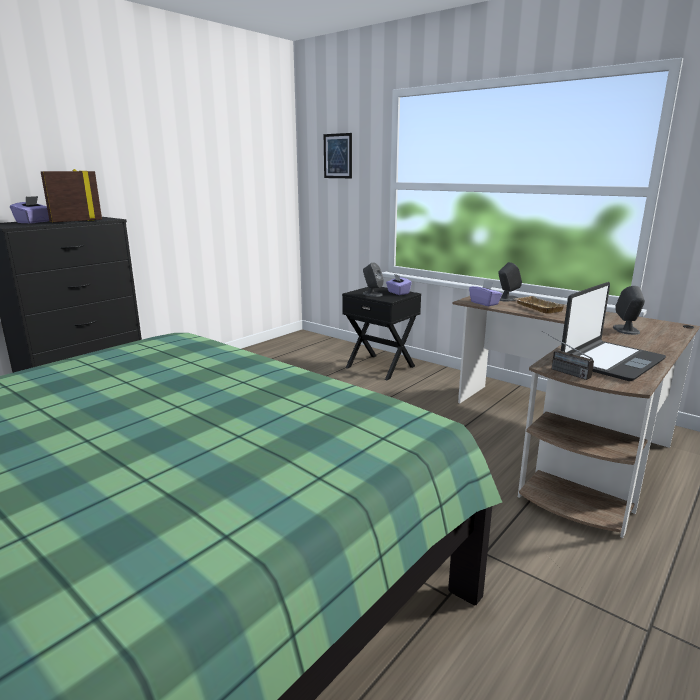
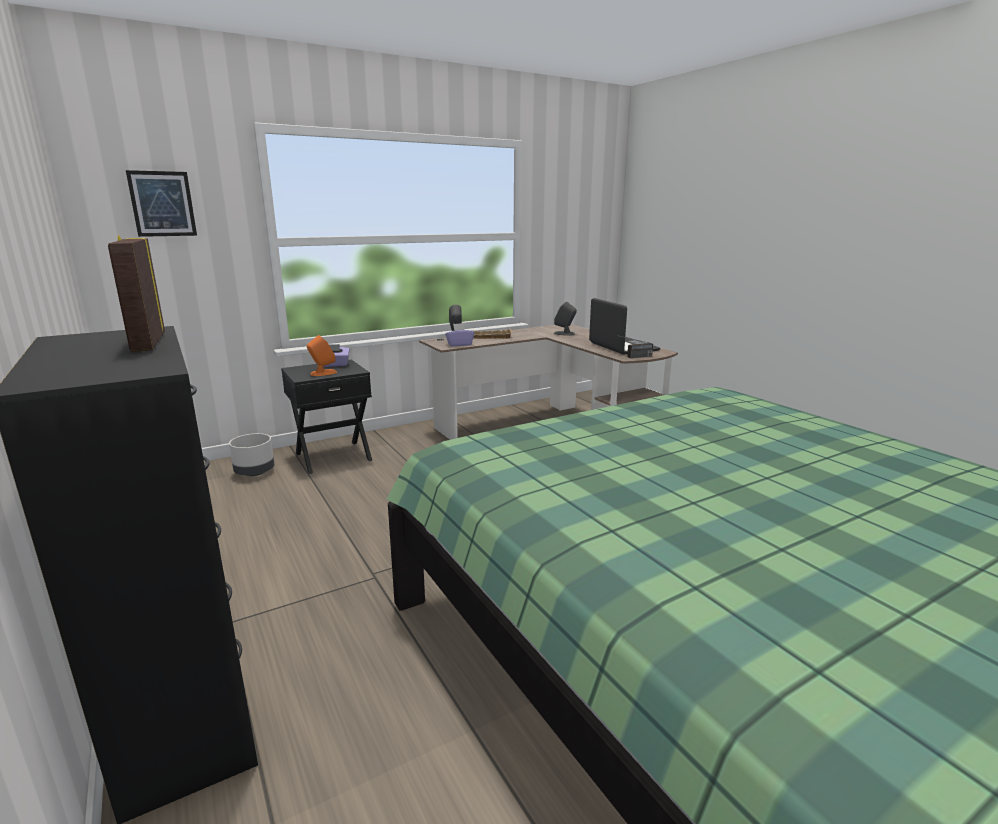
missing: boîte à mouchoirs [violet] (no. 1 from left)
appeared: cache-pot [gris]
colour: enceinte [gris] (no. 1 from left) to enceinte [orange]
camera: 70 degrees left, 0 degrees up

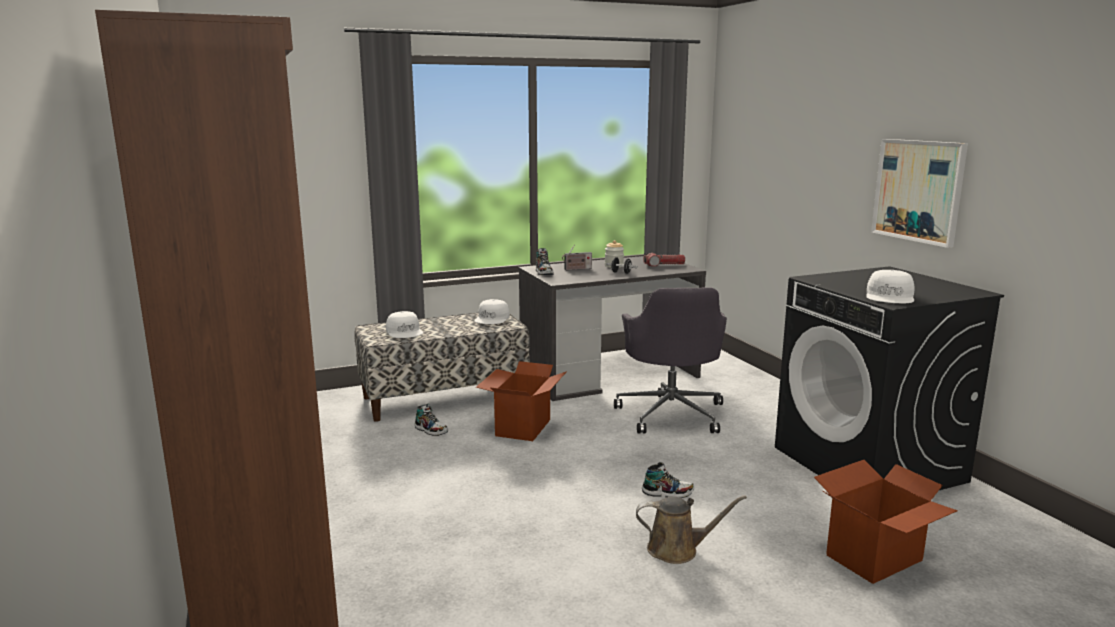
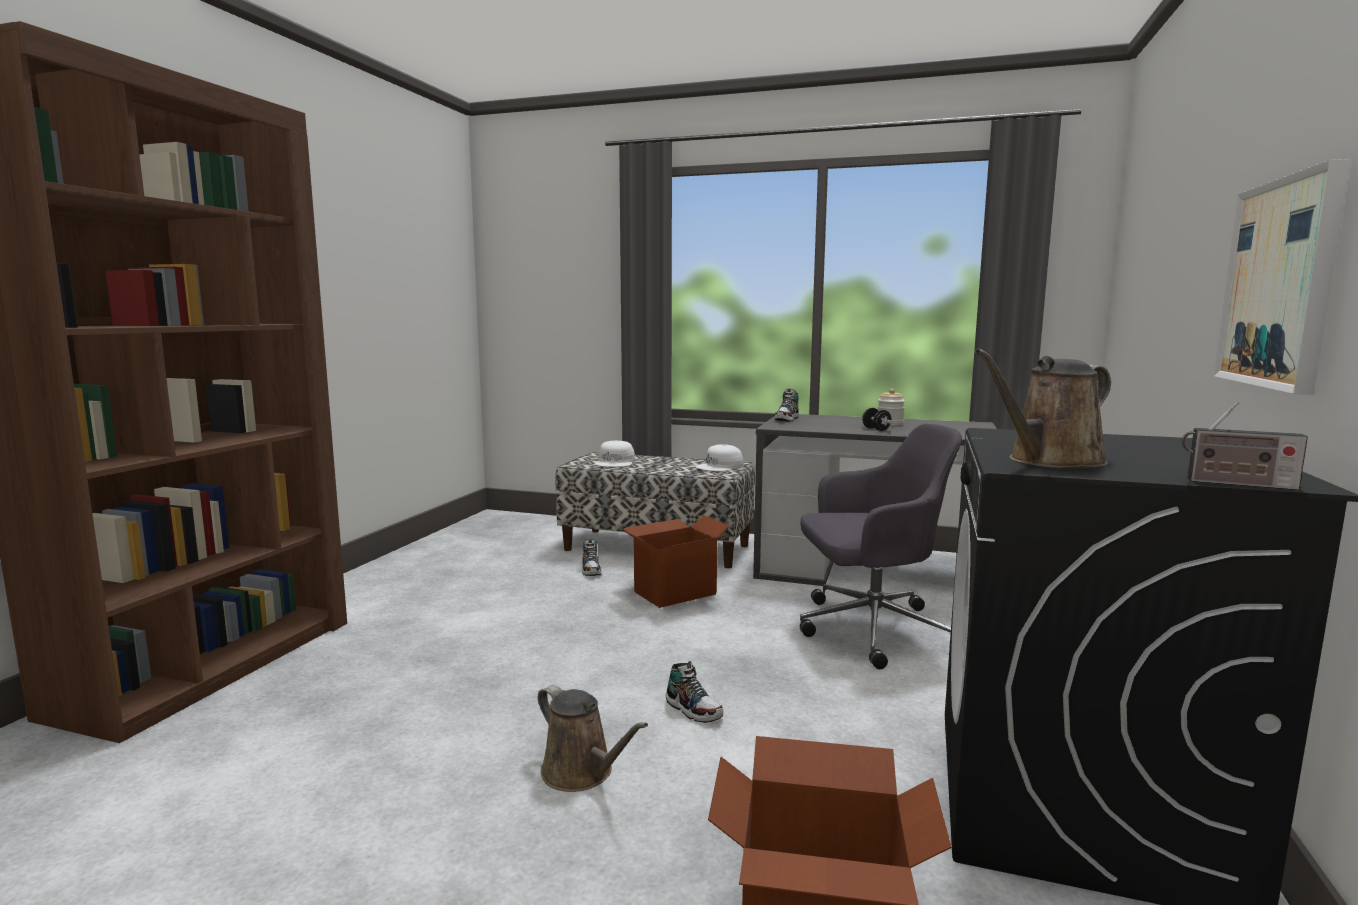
missing: lampe de poche
relocated: radio
exchanged: casquette [blanc] (no. 3 from left) to arrosoir [marron] (no. 2 from left)
spun: chaise de bureau [gris] 135 degrees counterclockwise
camera: 40 degrees right, 5 degrees down

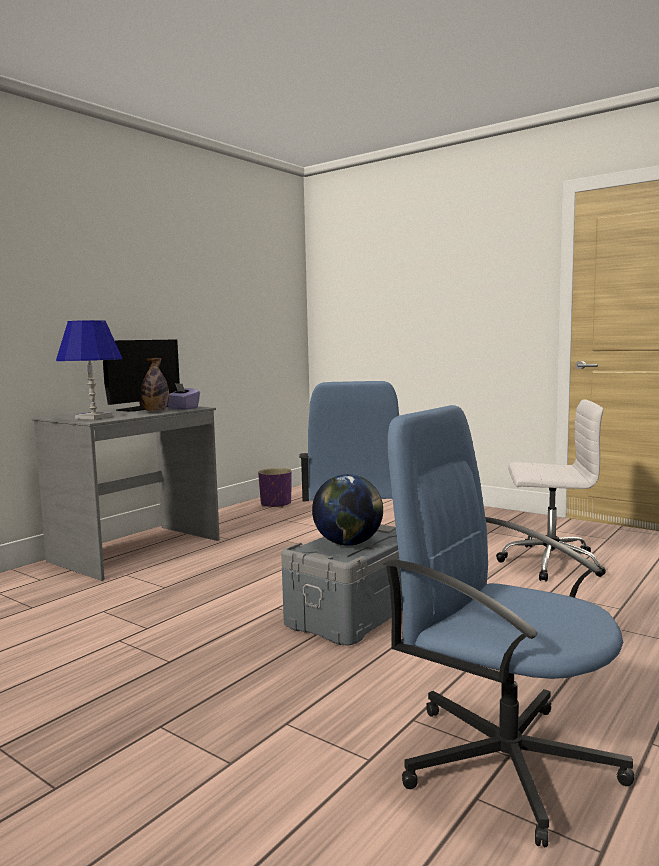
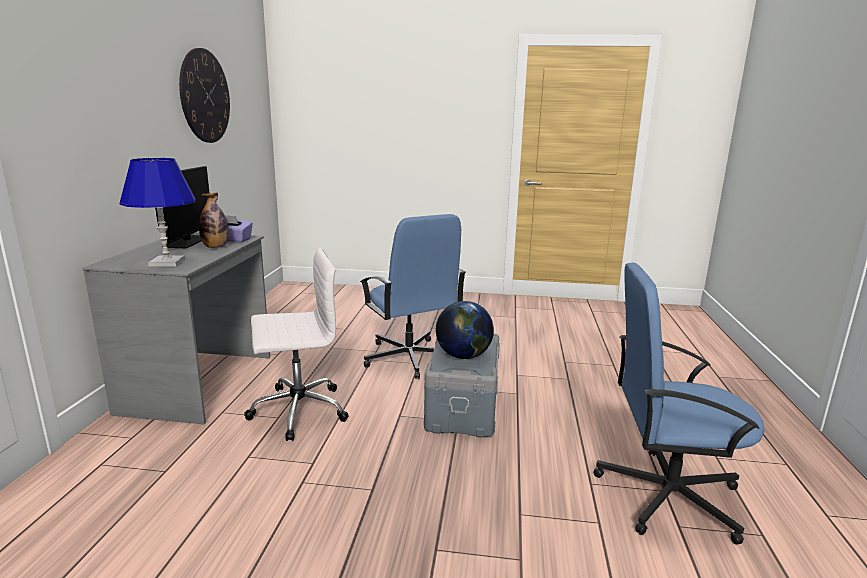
missing: cache-pot [violet]
appeared: horloge murale
relocated: chaise de bureau [blanc]
camera: 30 degrees left, 10 degrees up

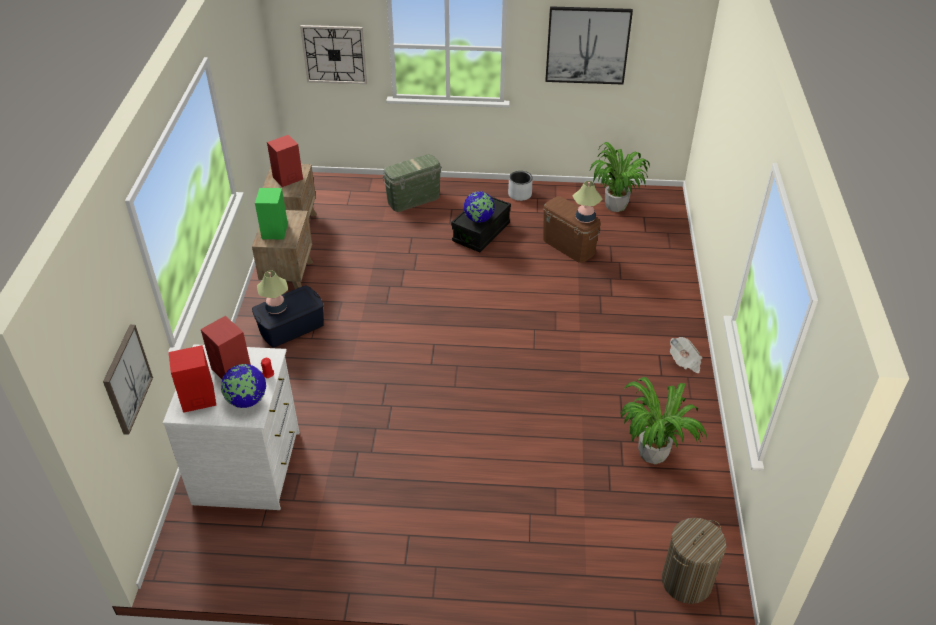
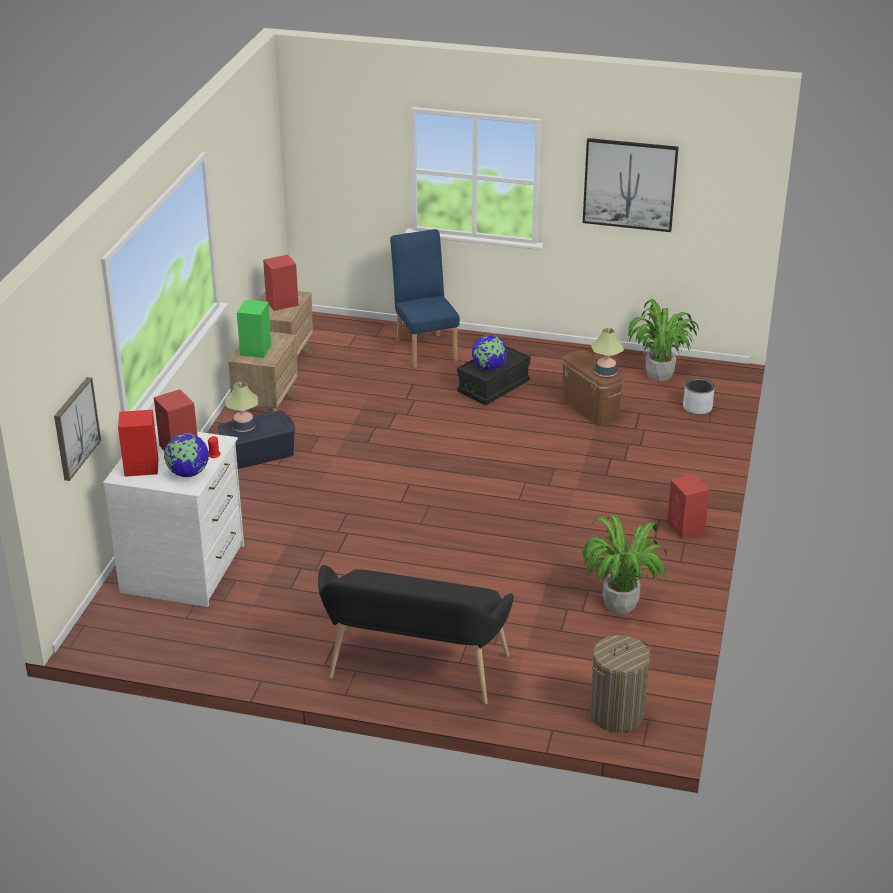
missing: horloge murale
appeared: banc [noir]
relocated: cache-pot [gris]
exchanged: boîte de rangement [vert] to chaise [bleu]; journal to enceinte [rouge] (no. 4 from left)
camera: 10 degrees right, 10 degrees down

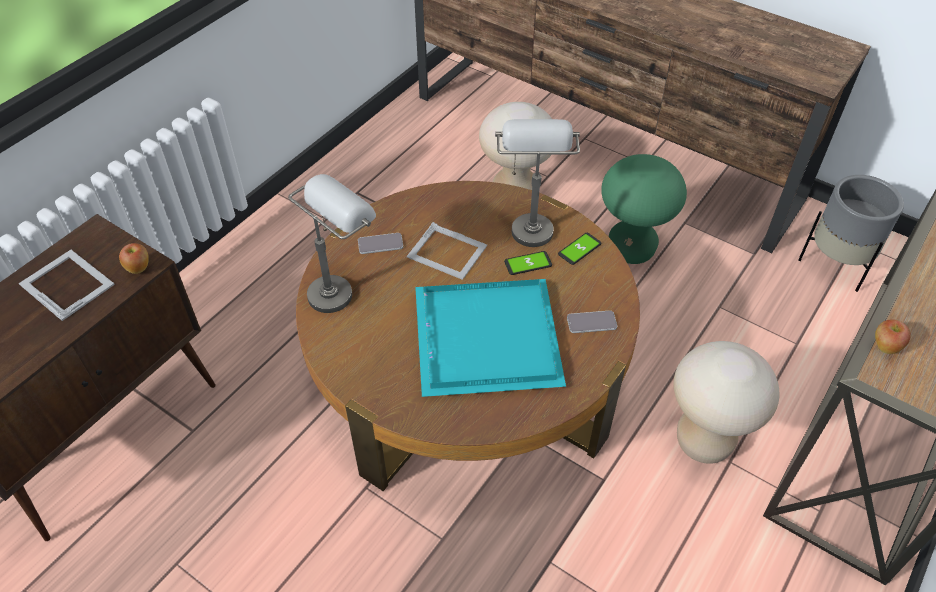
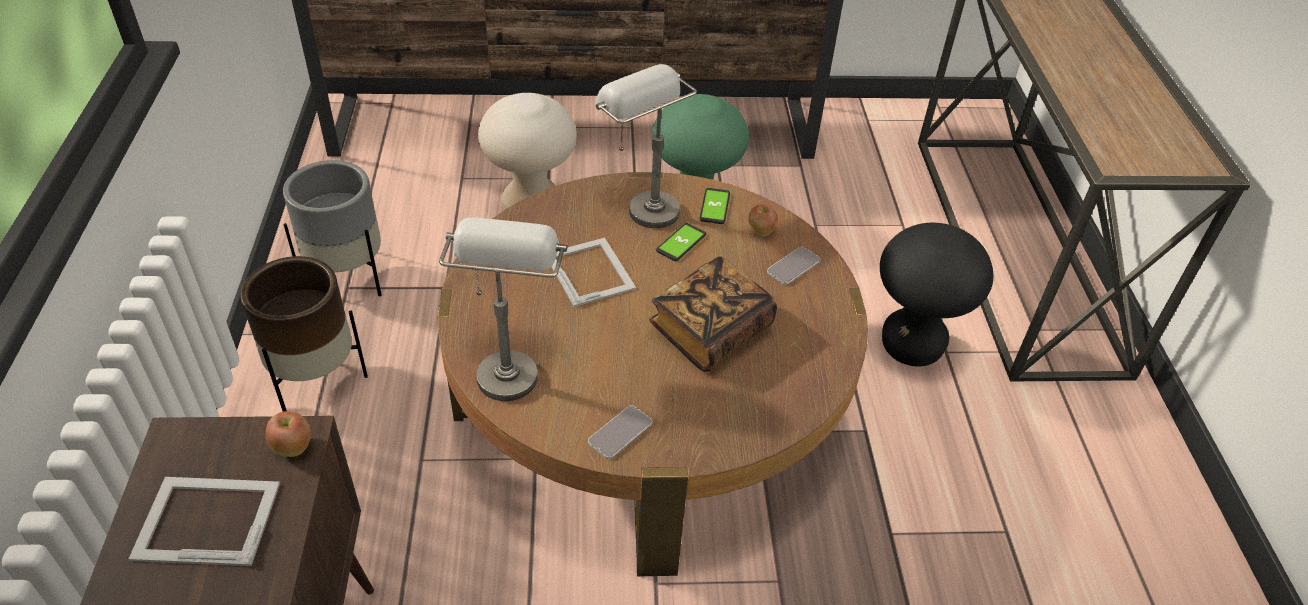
appeared: cache-pot [marron]
relocated: téléphone (no. 1 from left); cache-pot [gris]; pomme (no. 2 from left)
exchanged: plateau [turquoise] to livre
colour: tabouret [beige] (no. 2 from left) to tabouret [noir]
spun: cadre photo (no. 2 from left) 105 degrees counterclockwise
camera: 40 degrees left, 5 degrees down

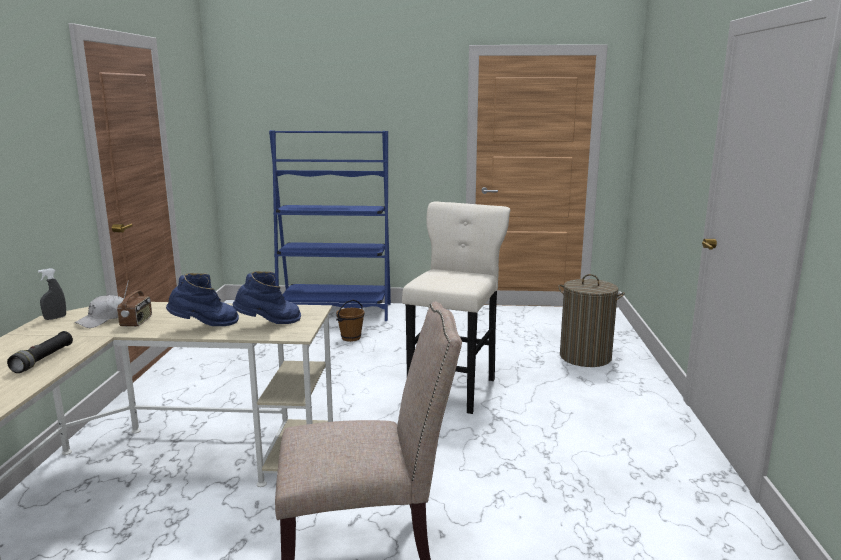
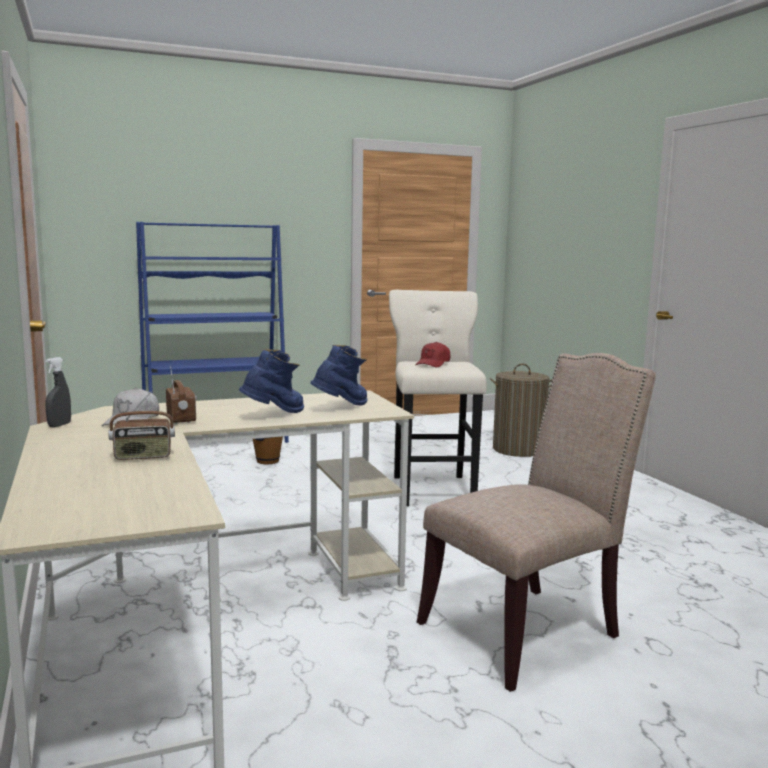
appeared: casquette [rouge]
exchanged: lampe de poche [noir] to radio (no. 1 from left)
camera: 25 degrees left, 5 degrees down

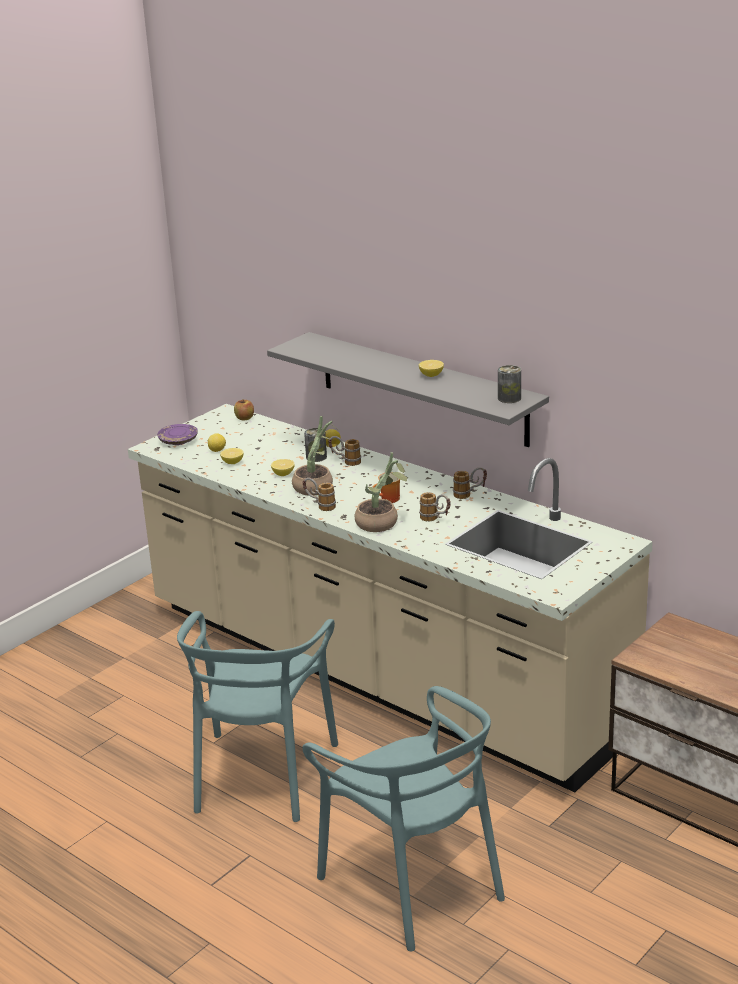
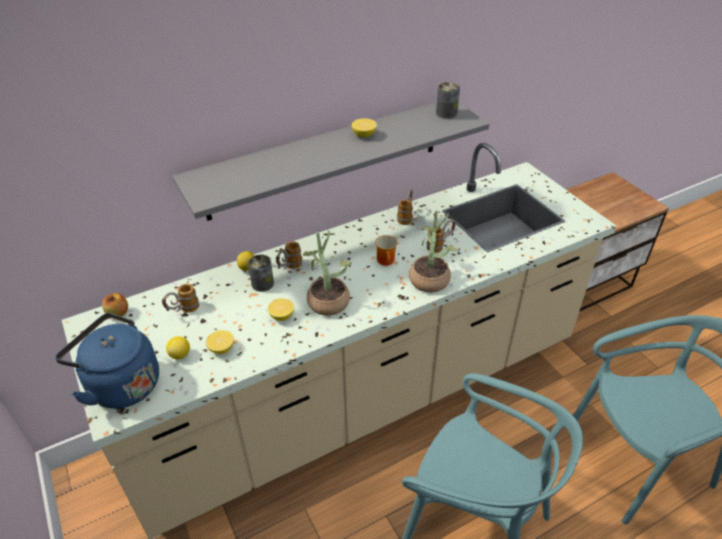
relocated: mug (no. 1 from left)
exchanged: assiette [violet] to bouilloire [bleu]
camera: 70 degrees left, 15 degrees up

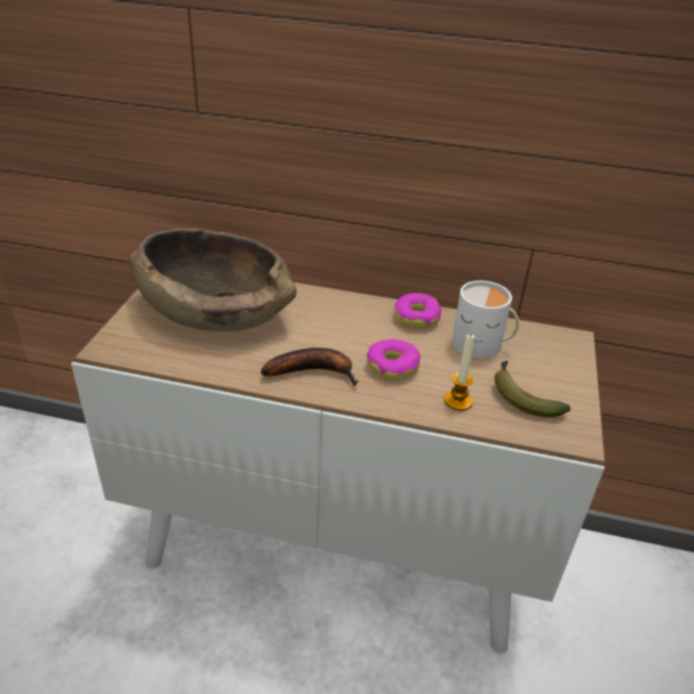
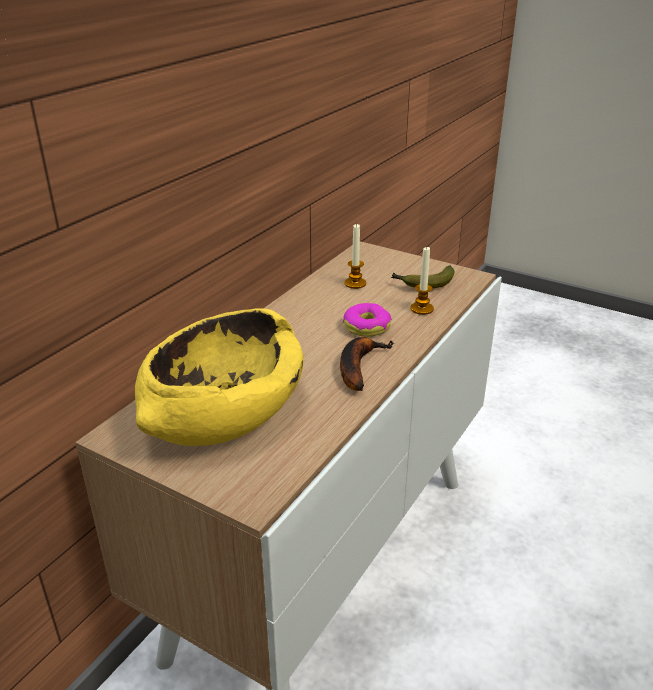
missing: beignet (no. 2 from left)
exchanged: mug [blanc] to bougie (no. 1 from left)
colour: bol [marron] to bol [jaune]
camera: 70 degrees left, 5 degrees down

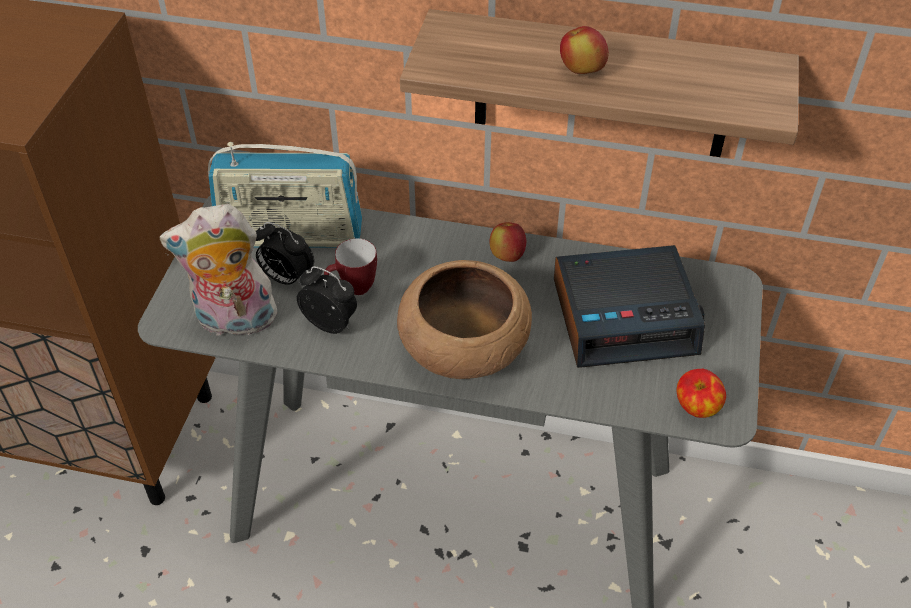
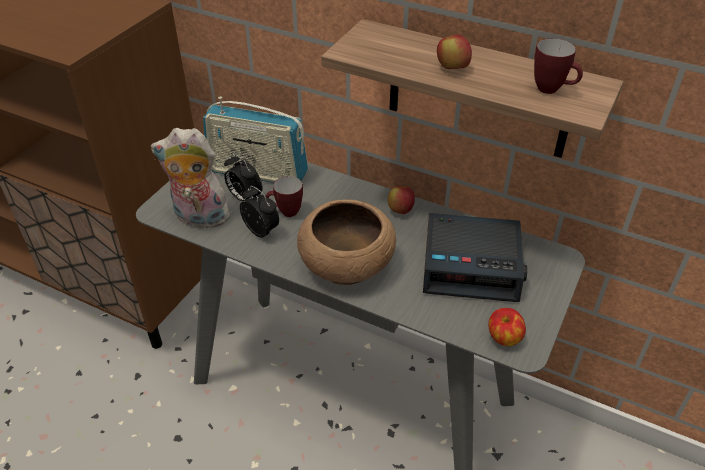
appeared: mug (no. 2 from left)
camera: 15 degrees right, 5 degrees down

